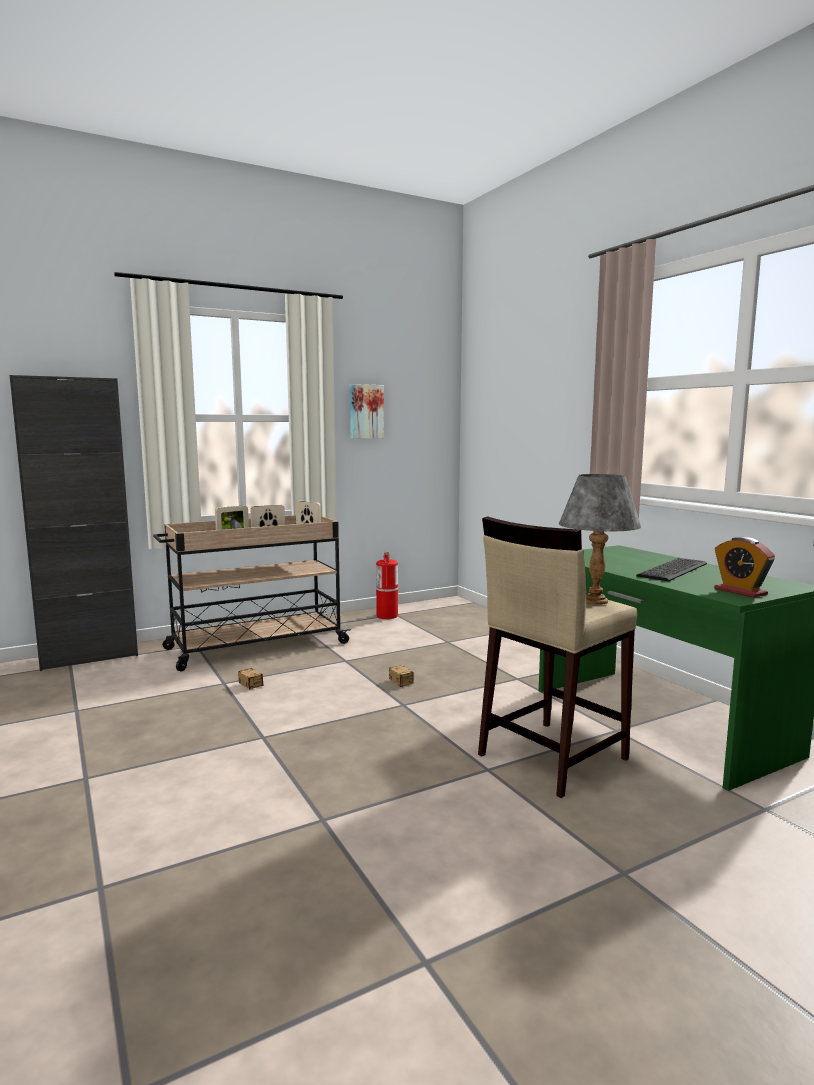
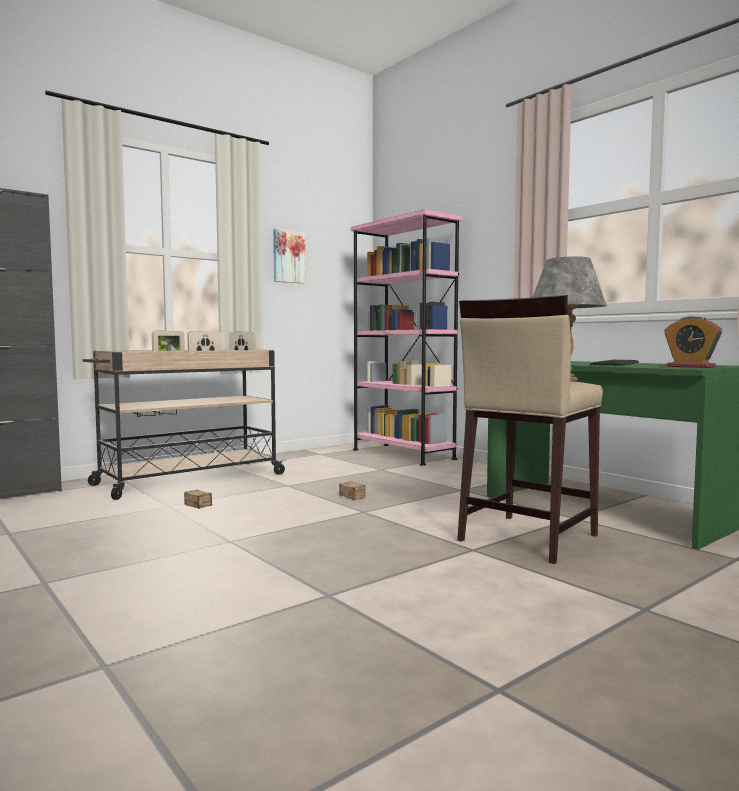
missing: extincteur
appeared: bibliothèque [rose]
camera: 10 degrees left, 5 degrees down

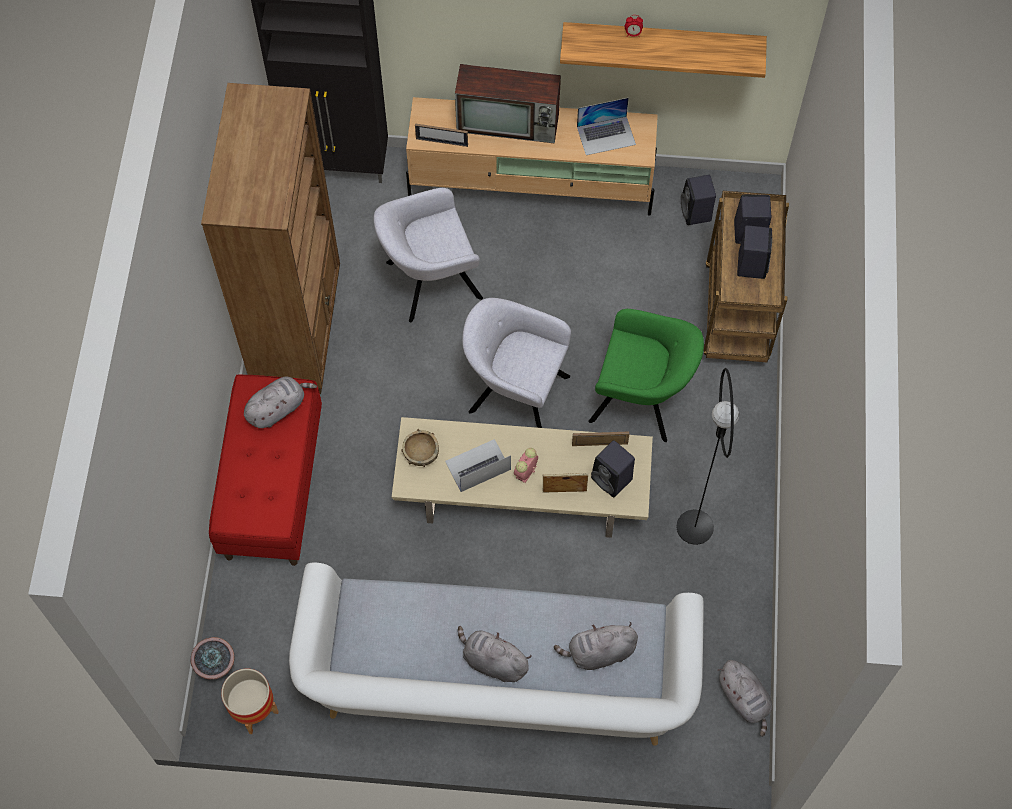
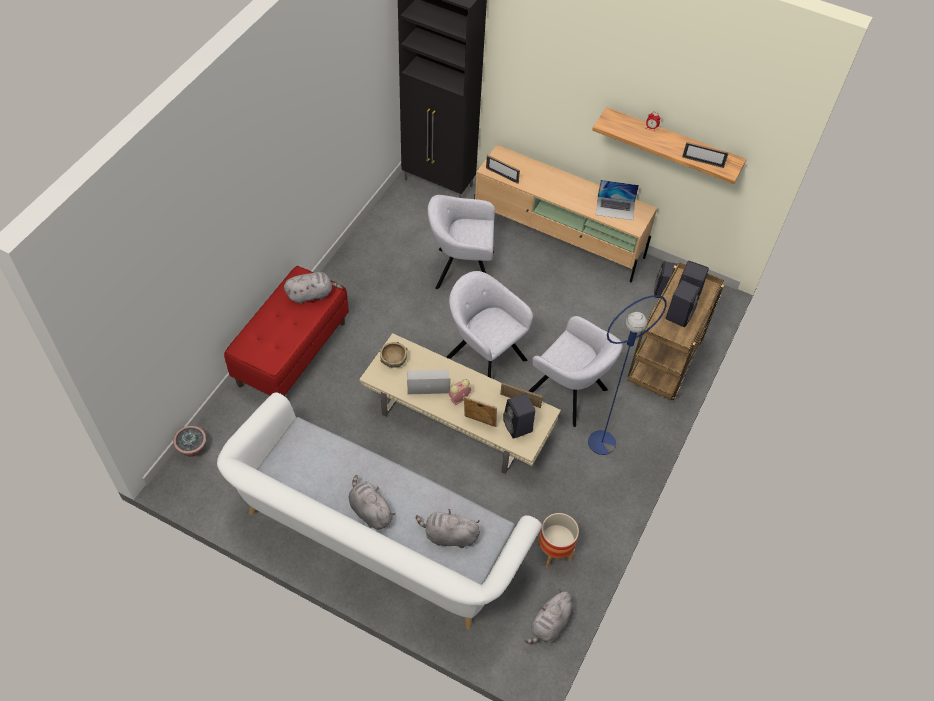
missing: bibliothèque [marron]; téléviseur; lampadaire [noir]
appeared: lampadaire [bleu]; cadre photo (no. 4 from left)
relocated: cache-pot
colour: fauteuil [vert] to fauteuil [gris] (no. 3 from left)
spun: peluche [gris] (no. 4 from left) 45 degrees clockwise
camera: 20 degrees right, 10 degrees down

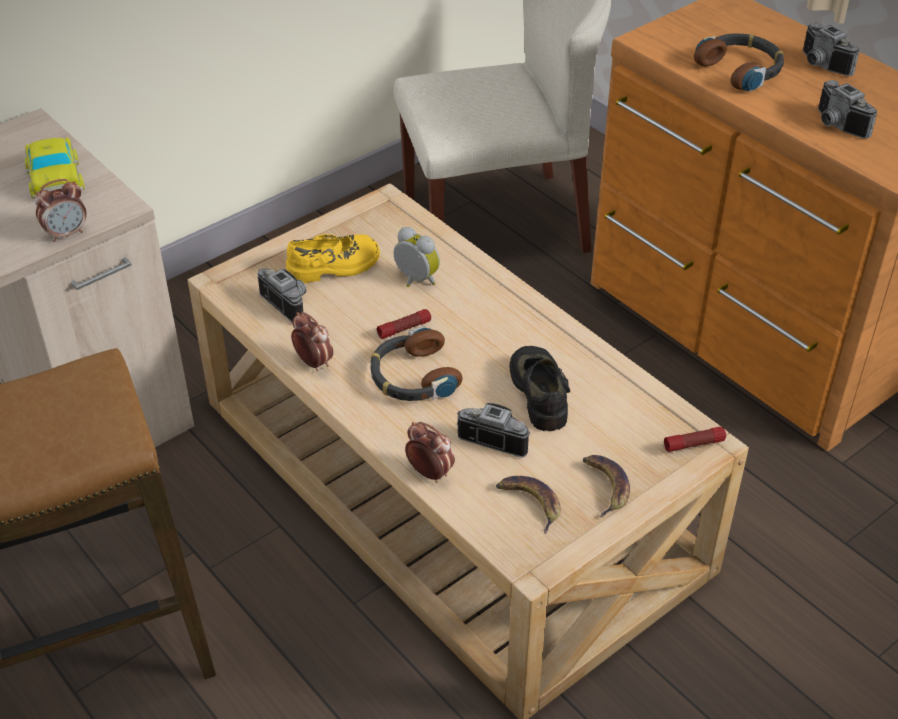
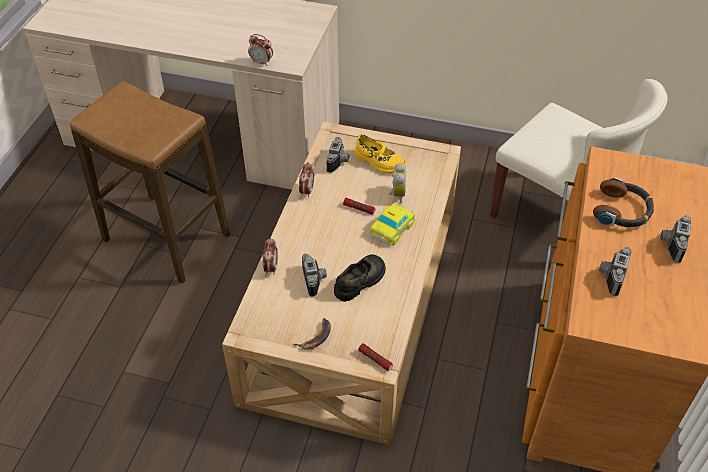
missing: casque audio (no. 1 from left); banane (no. 1 from left)
relocated: petite voiture
camera: 55 degrees right, 5 degrees up

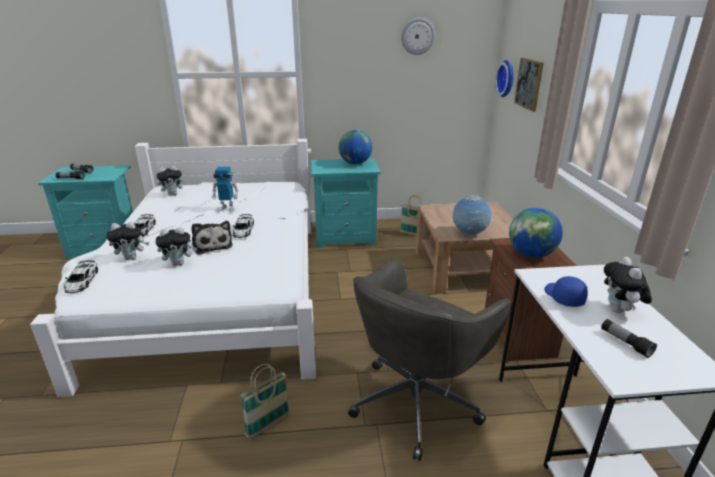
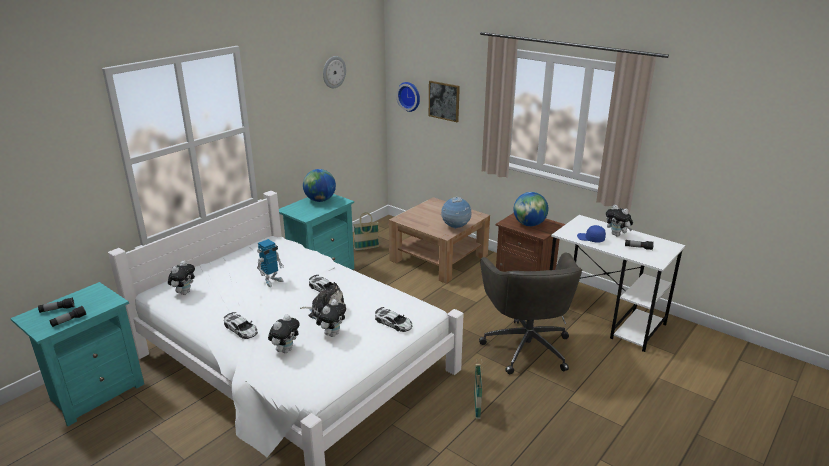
relocated: petite voiture (no. 1 from left in the first image) to petite voiture (no. 3 from left)
camera: 45 degrees left, 0 degrees up

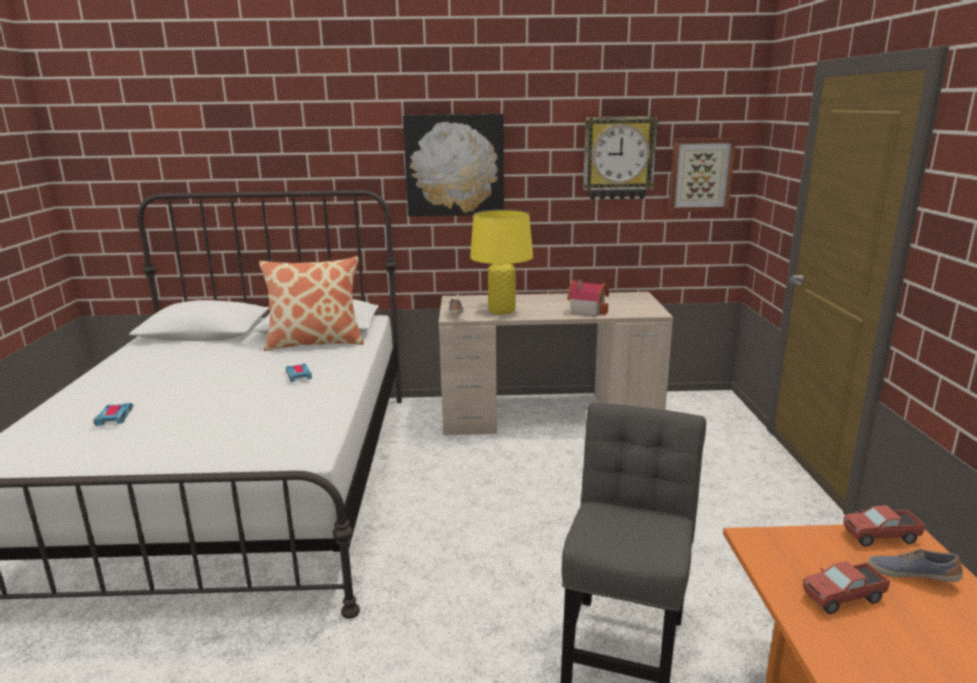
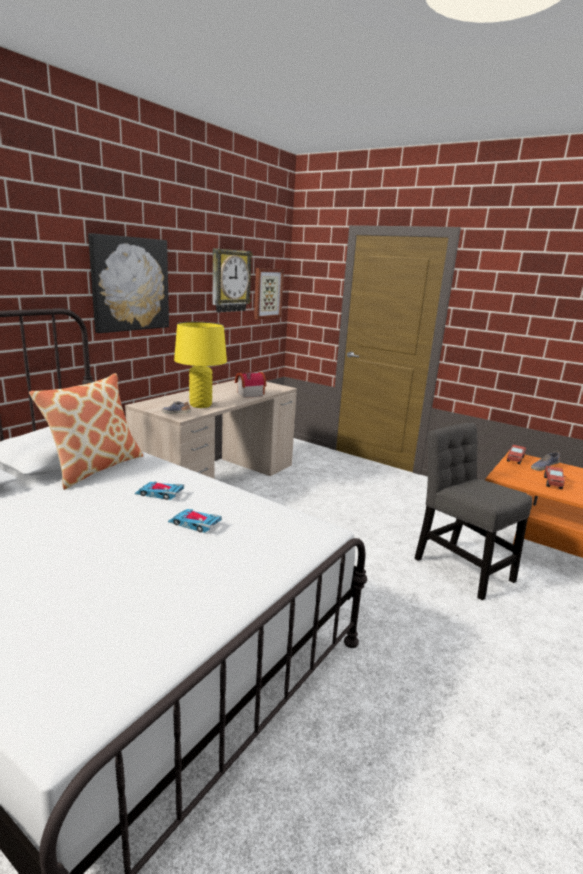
relocated: petite voiture (no. 1 from left in the first image) to petite voiture (no. 2 from left)
camera: 55 degrees left, 0 degrees up

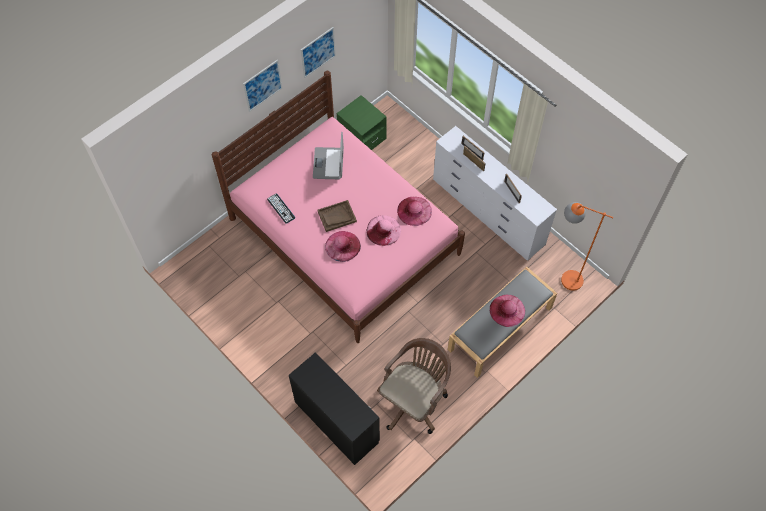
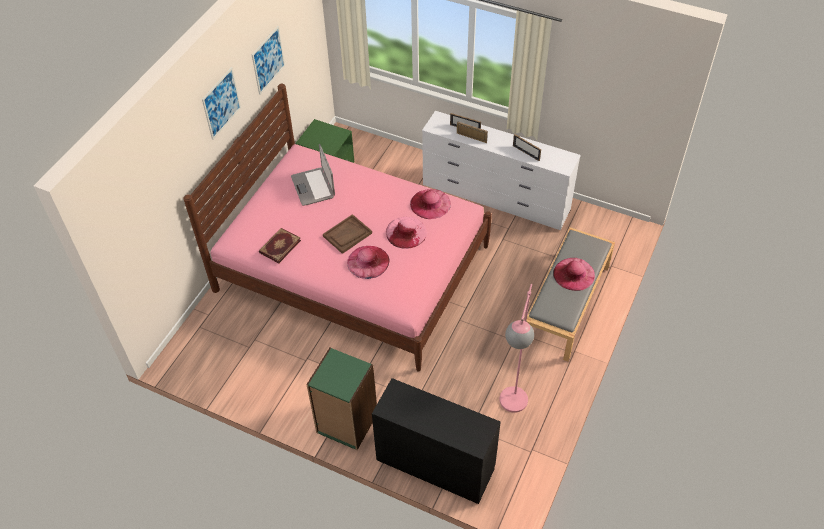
missing: lampadaire [orange]
appeared: bibliothèque [vert]
exchanged: clavier to livre; chaise de bureau [marron] to lampadaire [rose]
camera: 20 degrees left, 10 degrees down

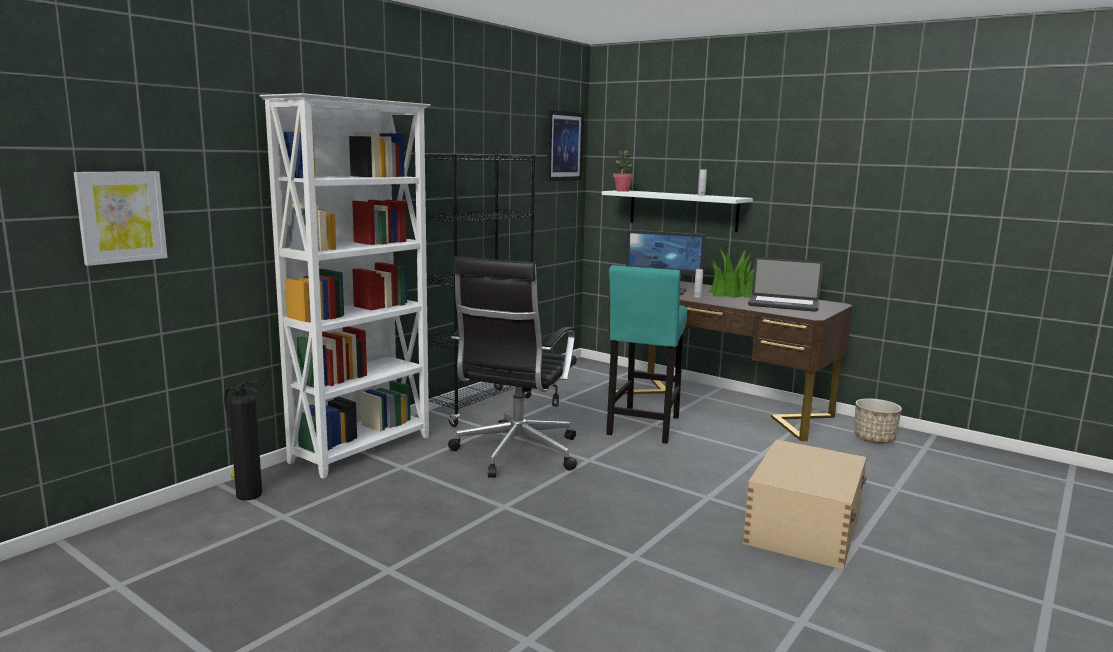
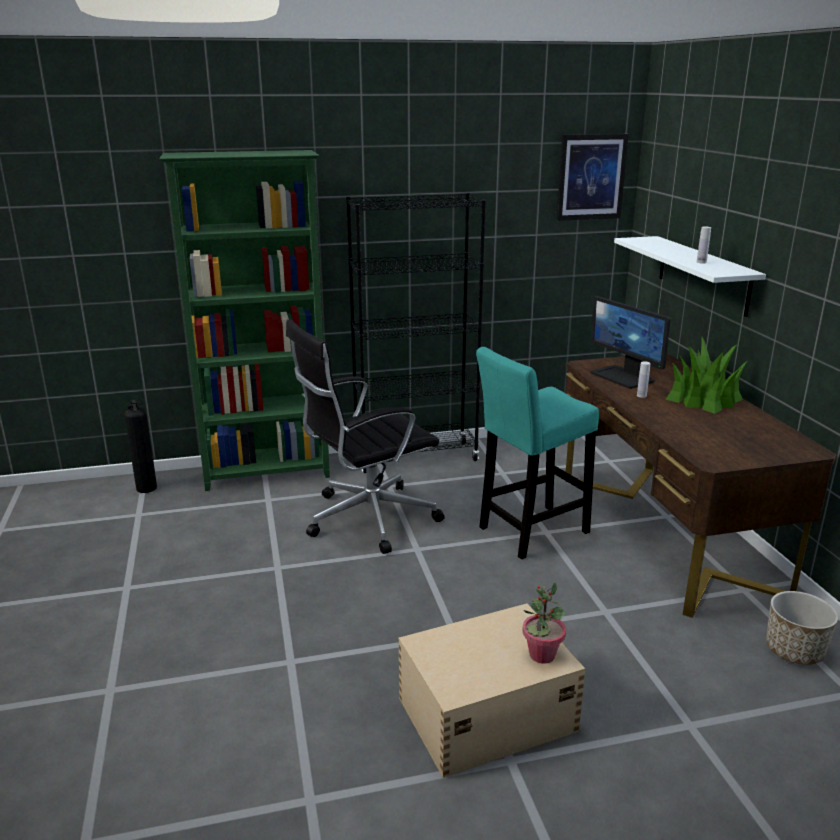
missing: tableau (no. 1 from left); ordinateur portable
relocated: plante en pot (no. 1 from left)
colour: bibliothèque [blanc] to bibliothèque [vert]
camera: 40 degrees right, 10 degrees up

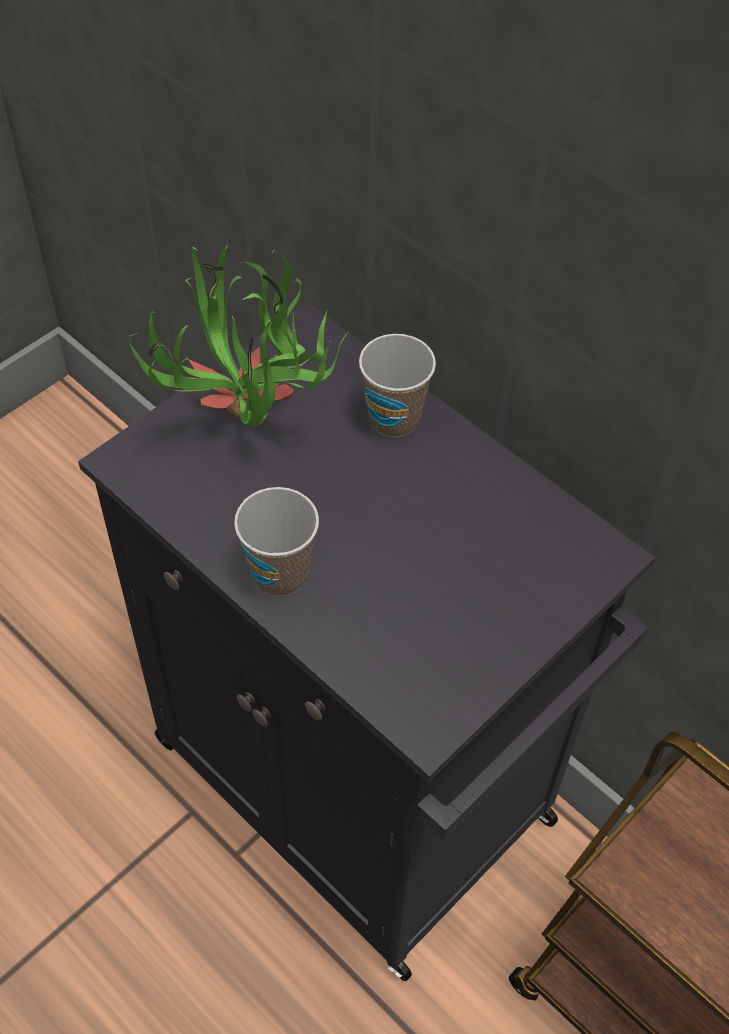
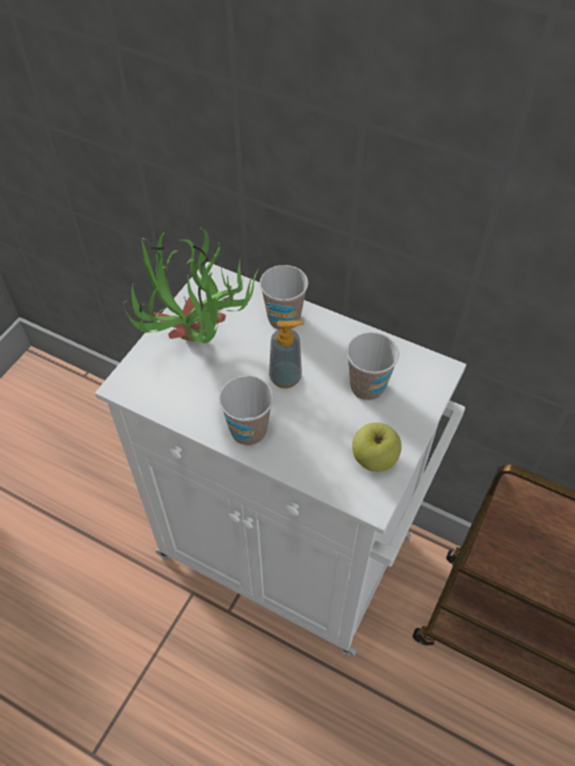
appeared: distributeur de savon; tasse (no. 3 from left); pomme
colour: meuble de rangement [noir] to meuble de rangement [blanc]
camera: 15 degrees left, 0 degrees up

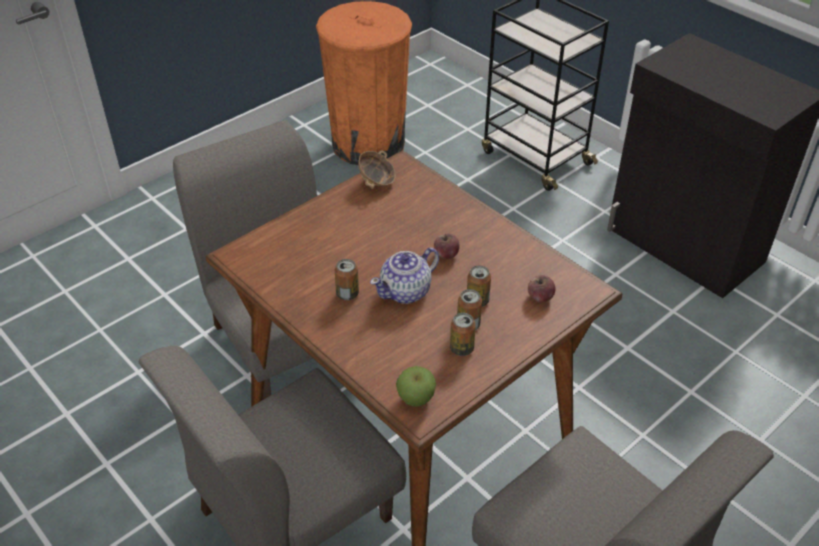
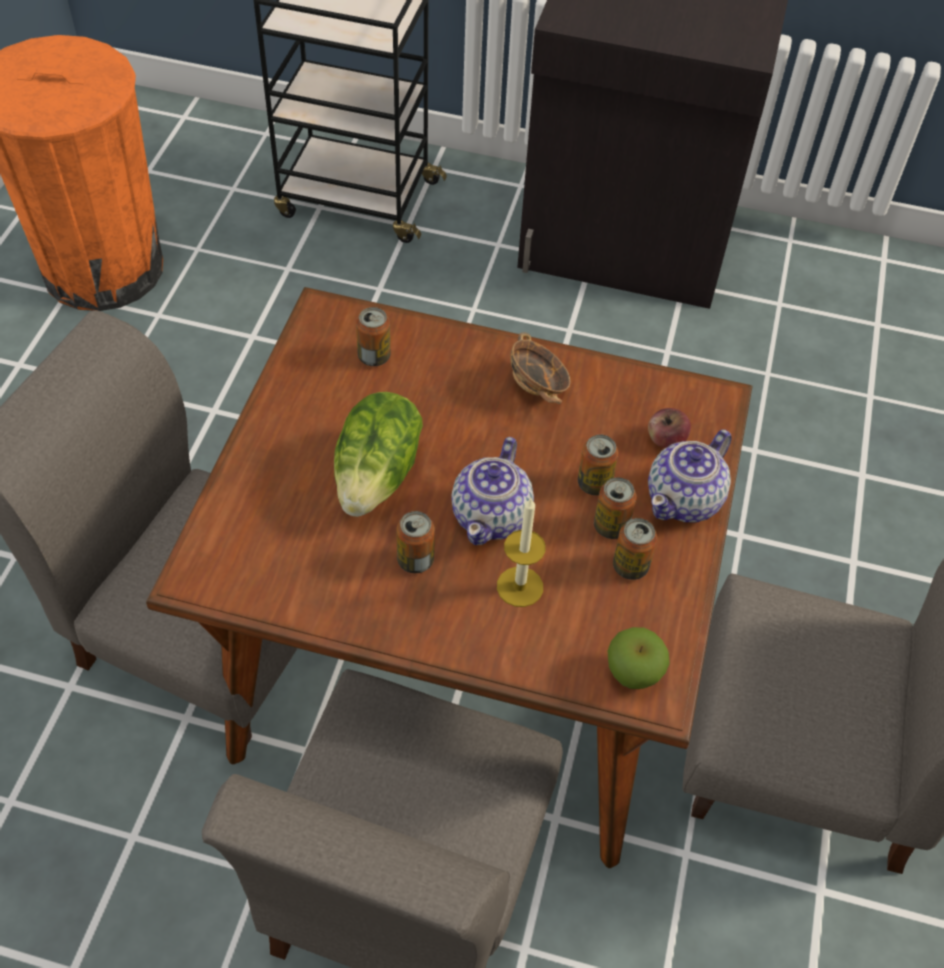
missing: pomme (no. 2 from left)
appeared: laitue; boîte métallique (no. 1 from left); bougie; théière (no. 2 from left)
relocated: bol
camera: 35 degrees left, 10 degrees up

